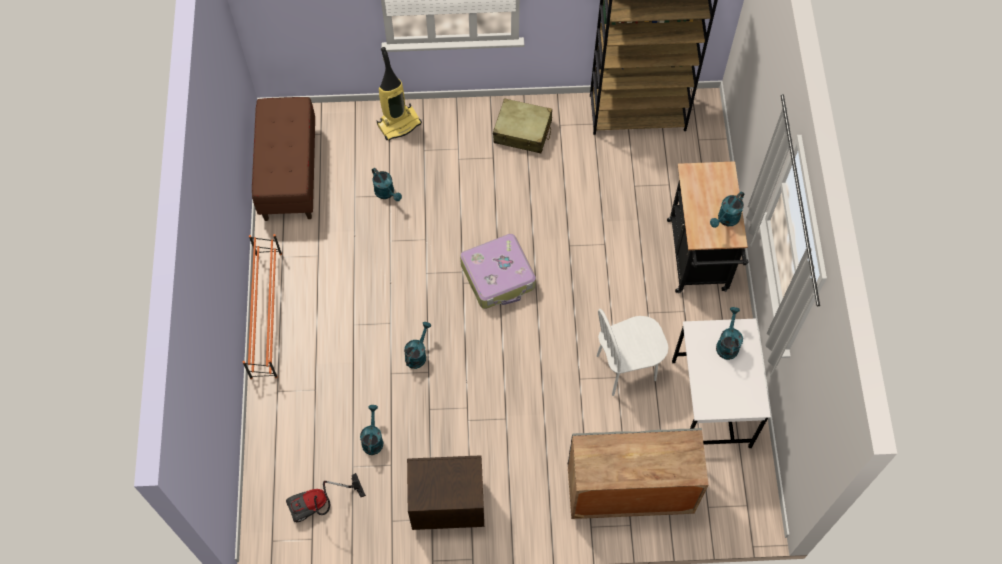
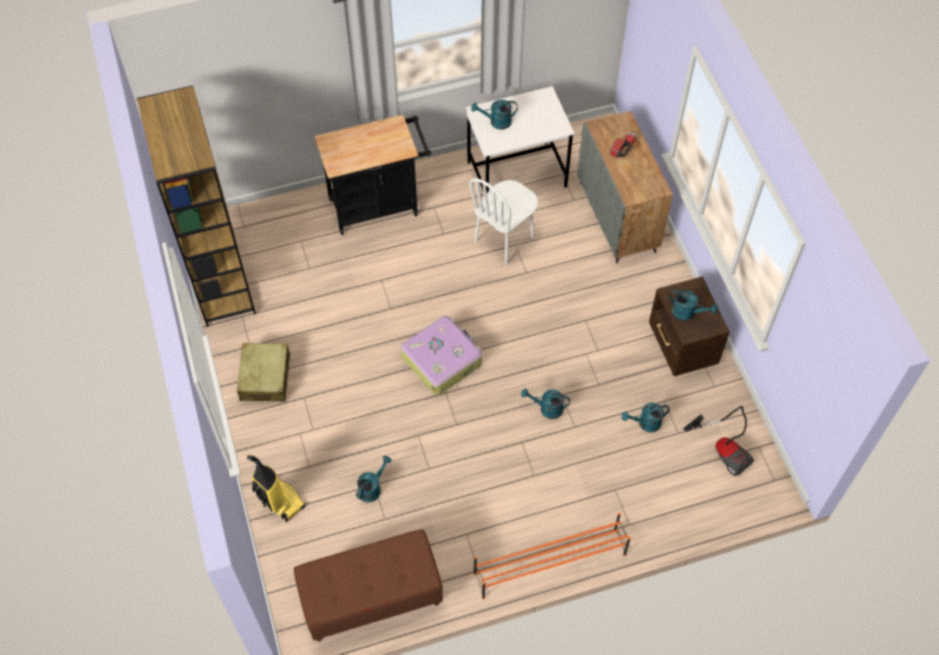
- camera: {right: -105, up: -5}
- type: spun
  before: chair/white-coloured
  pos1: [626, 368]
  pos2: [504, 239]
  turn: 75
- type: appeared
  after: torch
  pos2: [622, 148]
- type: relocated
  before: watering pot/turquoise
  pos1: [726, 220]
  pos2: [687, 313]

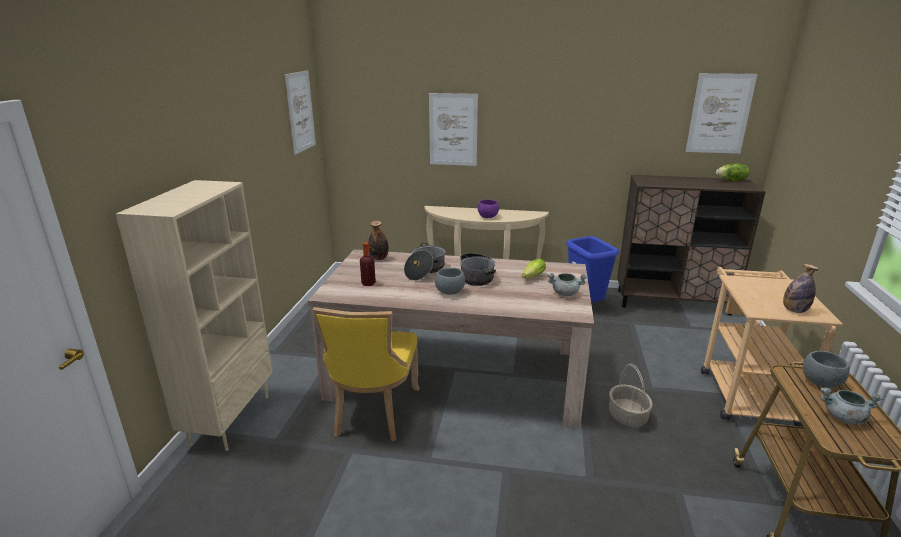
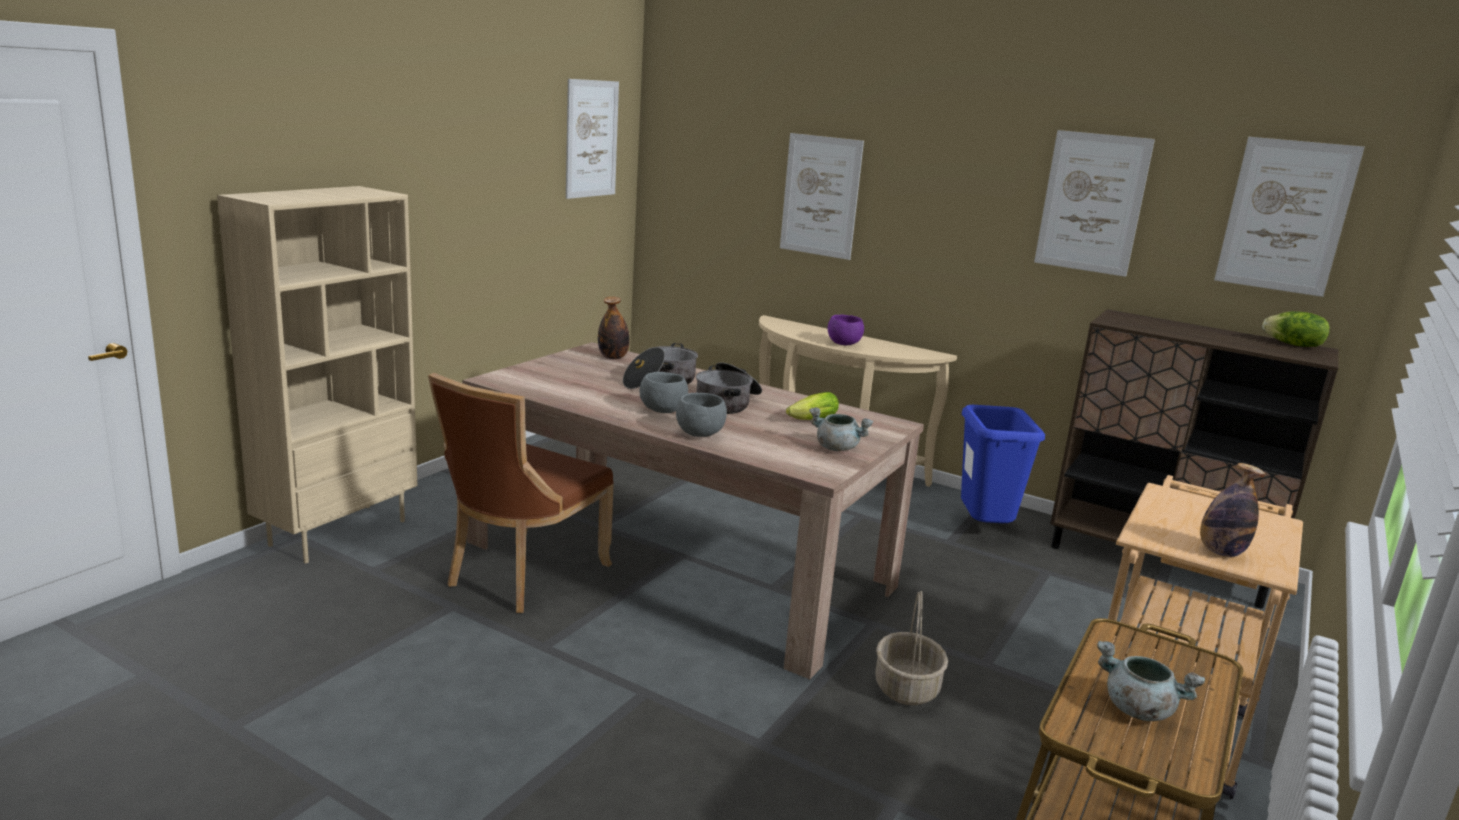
- camera: {right: 20, up: -5}
- type: colour
  before: chair/yellow
  after: chair/brown-coloured
  pos1: [374, 413]
  pos2: [522, 575]
- type: relocated
  before: serving bowl/greyish
  pos1: [821, 383]
  pos2: [699, 434]
- type: appeared
  after: wall picture
  pos2: [1092, 203]
- type: missing
  before: beverage bottle
  pos1: [368, 283]

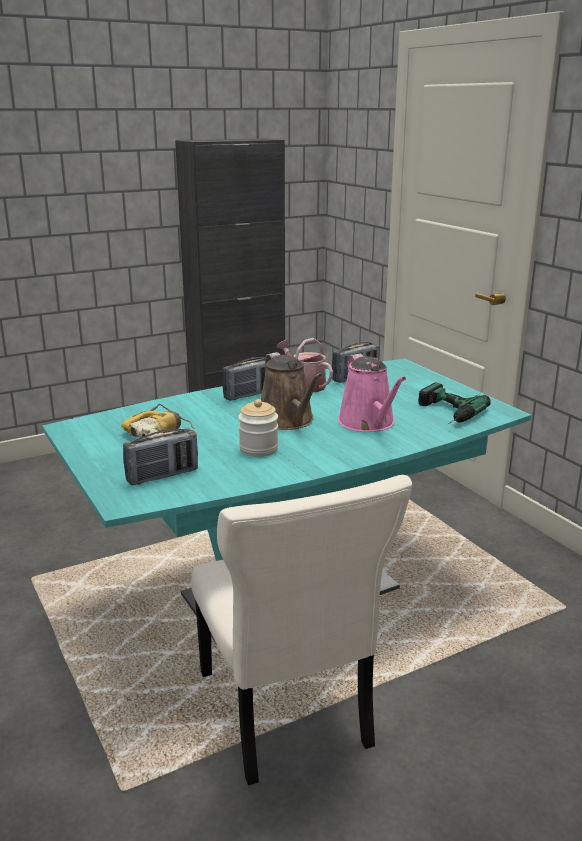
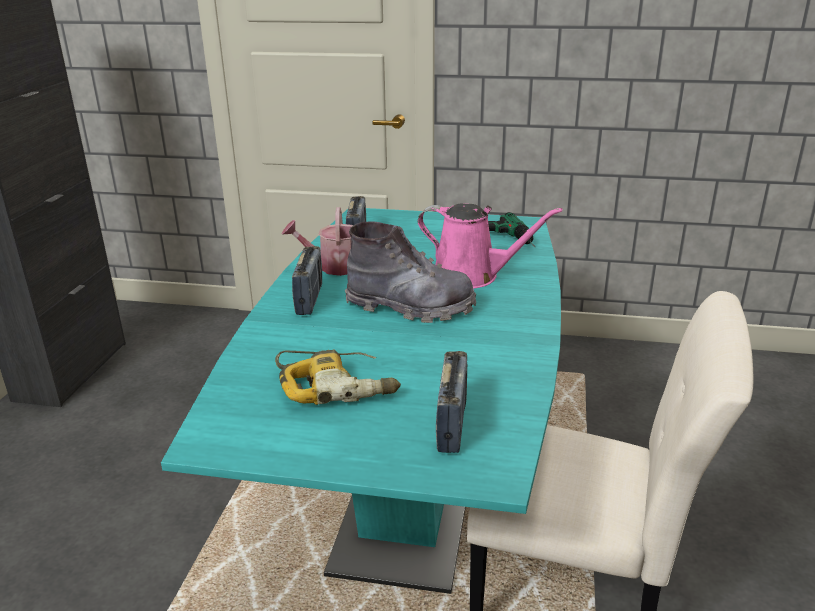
- camera: {right: -50, up: 5}
- type: exchanged
  before: watering pot/brown-coloured
  after: tall boot/greyish
  pos1: [288, 421]
  pos2: [410, 307]
- type: missing
  before: preserve jar
  pos1: [258, 449]

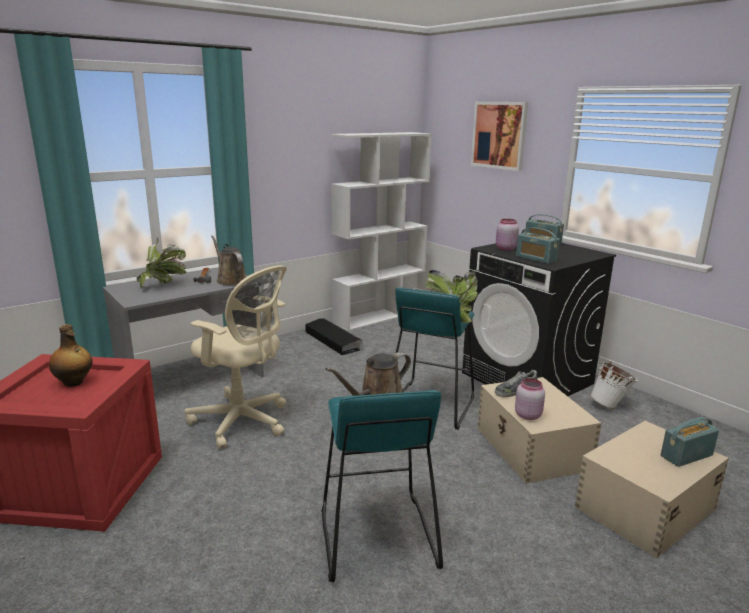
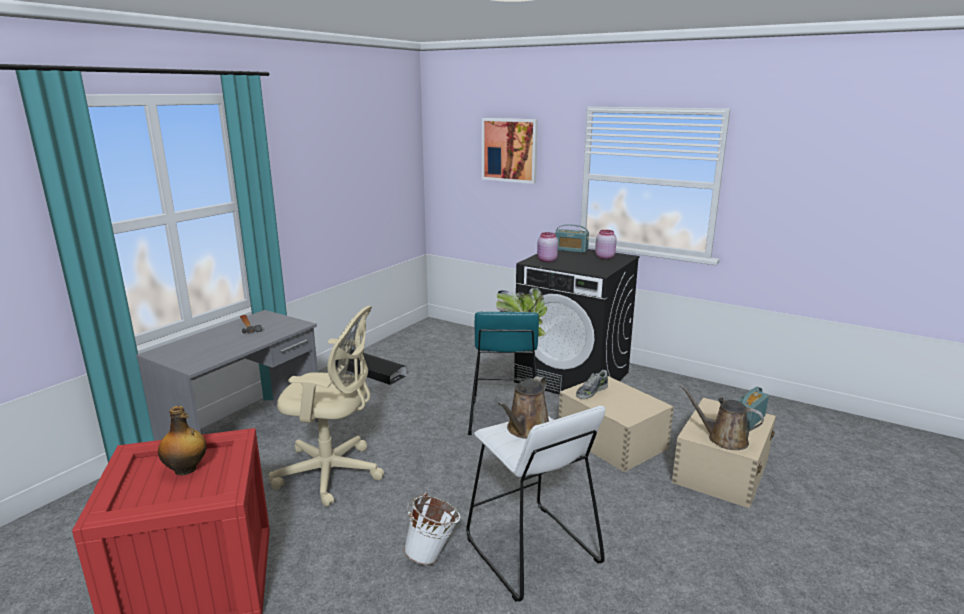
- camera: {right: -20, up: 0}
- type: relocated
  before: bucket/white-coloured
  pos1: [610, 405]
  pos2: [433, 554]
- type: colour
  before: stool/turquoise
  after: stool/white-coloured
  pos1: [376, 537]
  pos2: [531, 551]
- type: relocated
  before: preserve jar/pinkish
  pos1: [527, 415]
  pos2: [604, 257]
- type: relocated
  before: watering pot/brown-coloured
  pos1: [230, 280]
  pos2: [723, 439]
- type: missing
  before: potted plant
  pos1: [164, 285]
- type: missing
  before: bookcase/white-coloured
  pos1: [379, 316]
- type: missing
  before: radio
  pos1: [536, 258]

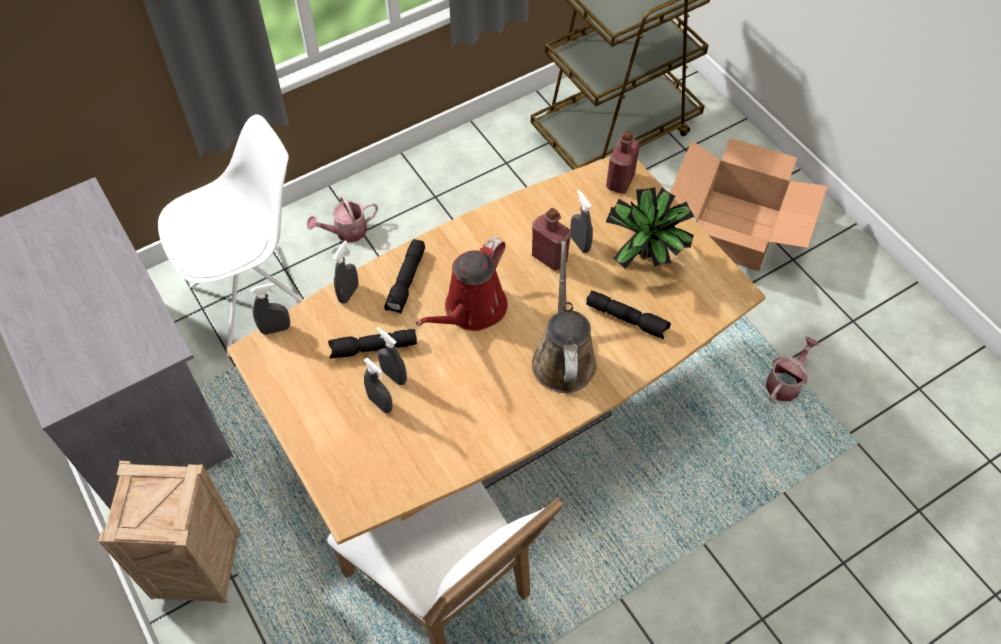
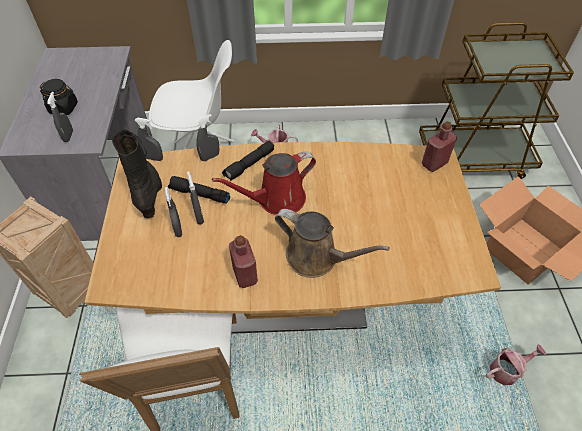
- camera: {right: 30, up: -5}
- type: appeared
  after: preserve jar/black-coloured
  pos2: [64, 108]
- type: relocated
  before: hand sprayer/greyish
  pos1: [580, 244]
  pos2: [68, 136]
- type: appeared
  after: tall boot/black-coloured
  pos2: [149, 194]
- type: relocated
  before: beverage bottle/red-coloured
  pos1: [549, 257]
  pos2: [245, 275]
- type: spun
  before: watering pot/brown-coloured
  pos1: [563, 357]
  pos2: [316, 258]
  turn: 90
- type: missing
  before: torch/black-coloured
  pos1: [627, 318]
- type: missing
  before: potted plant
  pos1: [645, 261]

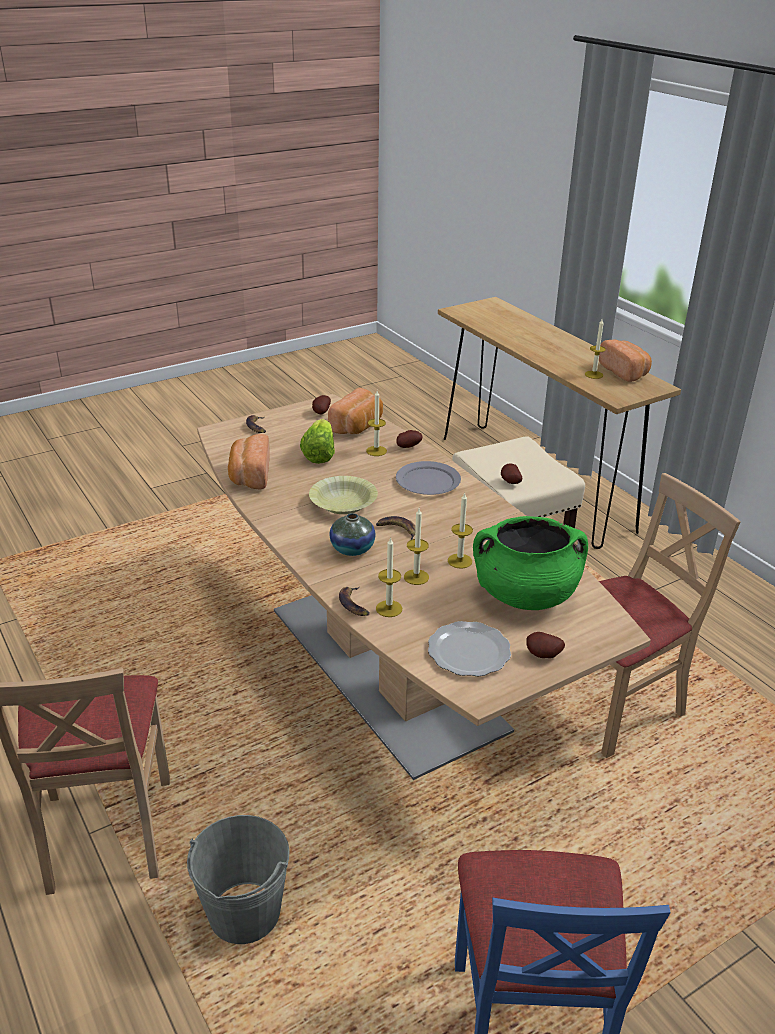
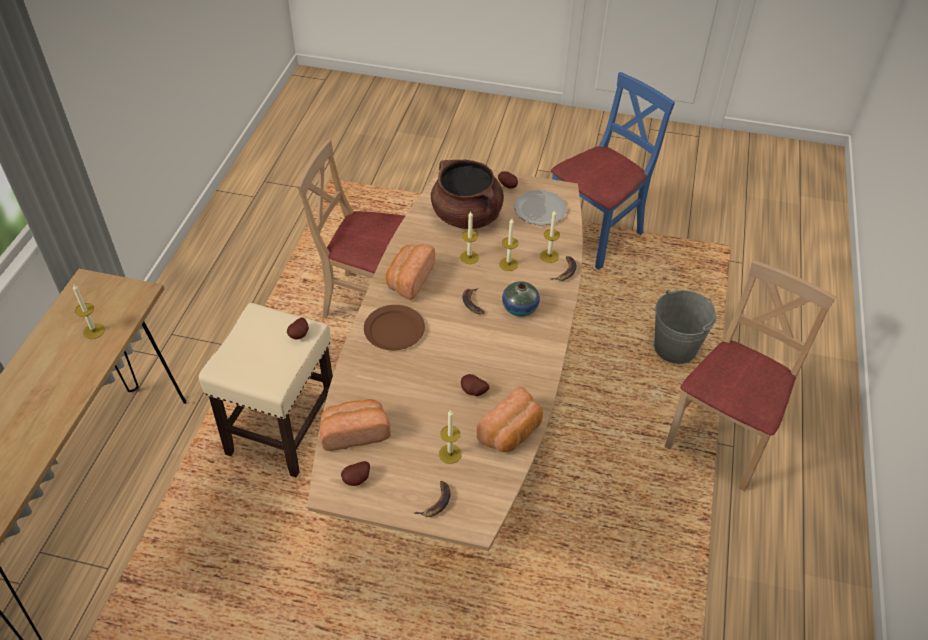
- camera: {right: -135, up: 15}
- type: colour
  before: plate/greyish
  after: plate/brown-coloured
  pos1: [427, 481]
  pos2: [394, 330]
- type: relocated
  before: baked bread
  pos1: [625, 372]
  pos2: [409, 279]
- type: colour
  before: saucepot/greenish
  after: saucepot/brown-coloured
  pos1: [525, 595]
  pos2: [467, 216]
- type: relocated
  before: wax candle
  pos1: [376, 451]
  pos2: [450, 454]
- type: relocated
  before: whole potato
  pos1: [408, 447]
  pos2: [473, 392]
- type: missing
  before: lettuce
  pos1: [319, 454]
- type: missing
  before: serving bowl/yellow
  pos1: [343, 504]

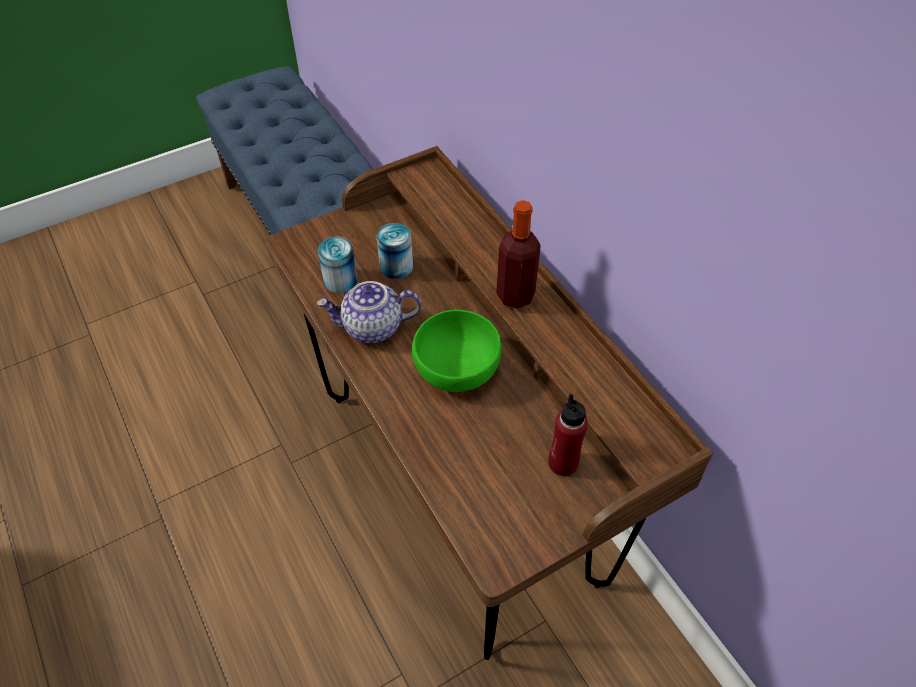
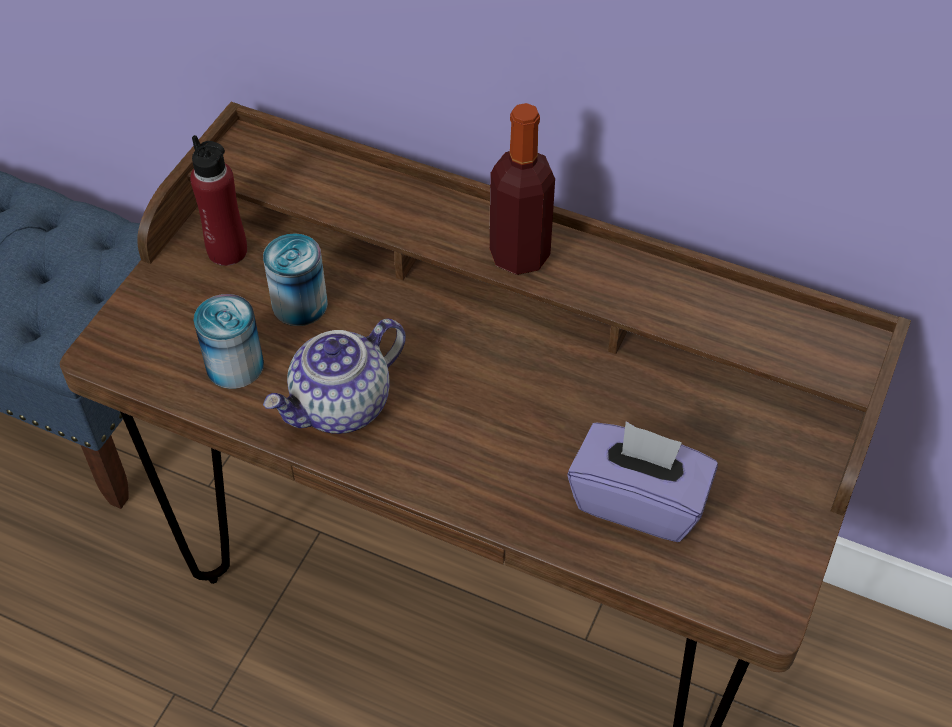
- camera: {right: -35, up: 0}
- type: relocated
  before: beverage bottle/red-coloured
  pos1: [563, 463]
  pos2: [227, 251]
- type: appeared
  after: tissue holder/purple
  pos2: [638, 501]
- type: missing
  before: serving bowl/greenish
  pos1: [457, 366]

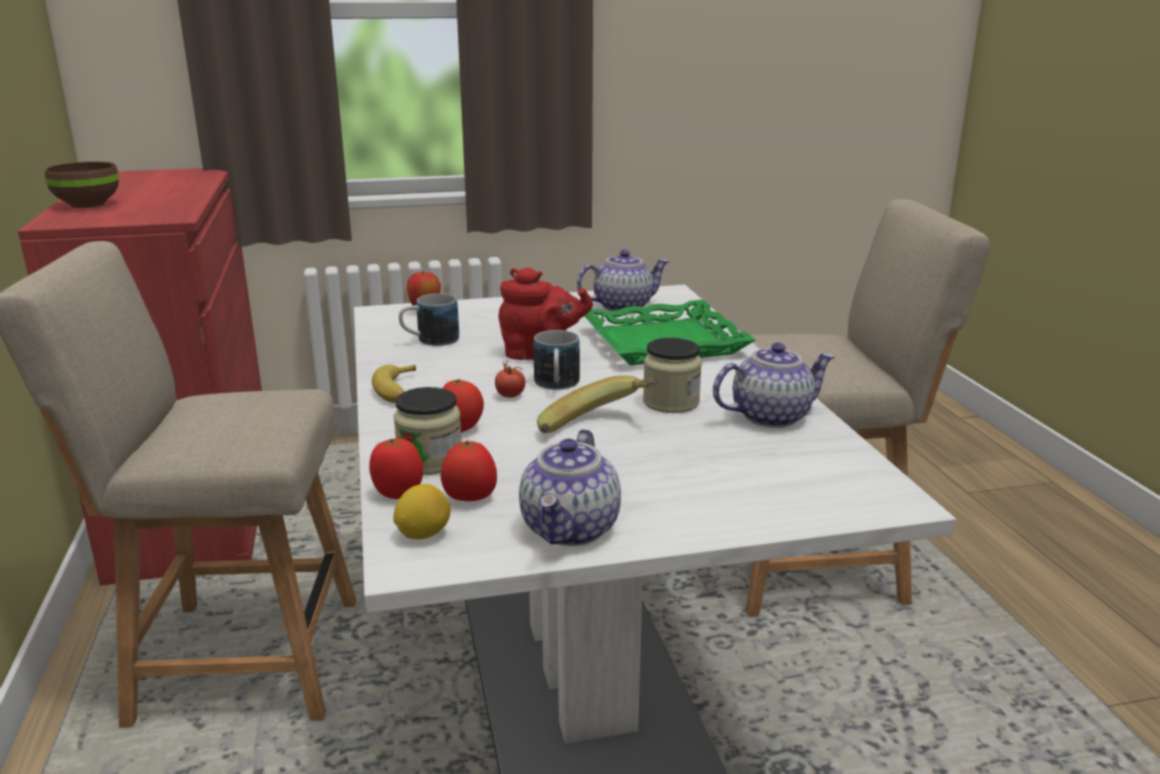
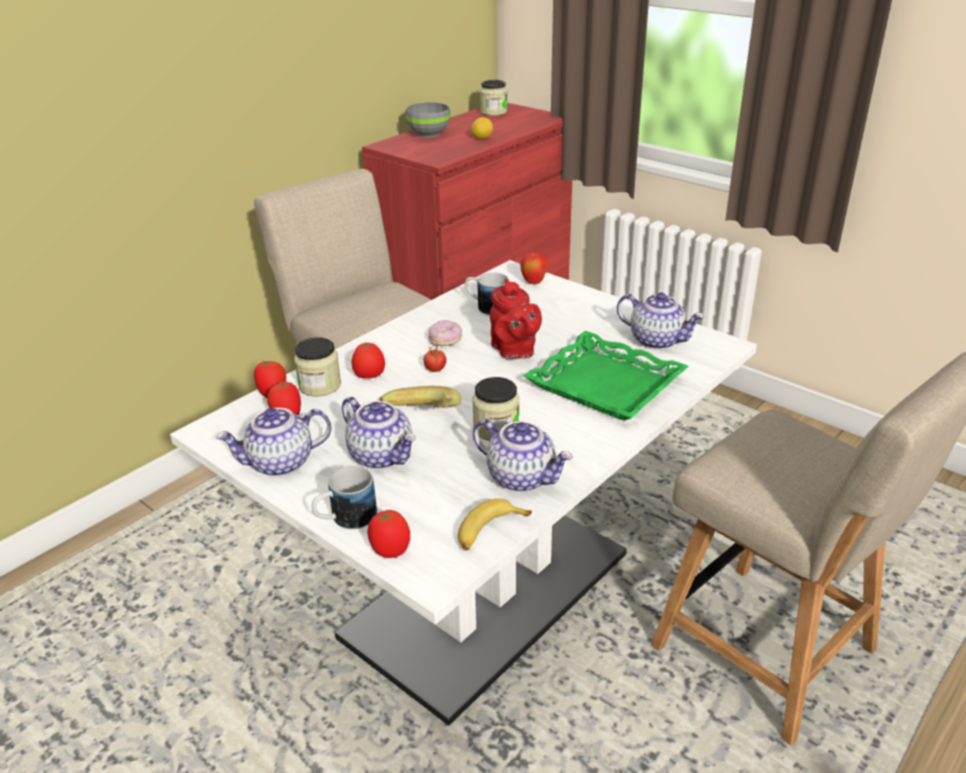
- camera: {right: 55, up: 10}
- type: relocated
  before: tea mug
  pos1: [556, 385]
  pos2: [345, 519]
- type: appeared
  after: tea pot
  pos2: [382, 456]
- type: appeared
  after: fresh tomato
  pos2: [390, 551]
- type: colour
  before: serving bowl/brown-coloured
  after: serving bowl/greyish
  pos1: [88, 205]
  pos2: [428, 134]
- type: appeared
  after: doughnut
  pos2: [445, 341]
- type: relocated
  before: banana fruit
  pos1: [398, 391]
  pos2: [489, 532]
- type: relocated
  before: whole lemon
  pos1: [423, 534]
  pos2: [482, 138]
- type: appeared
  after: preserve jar
  pos2: [493, 112]

